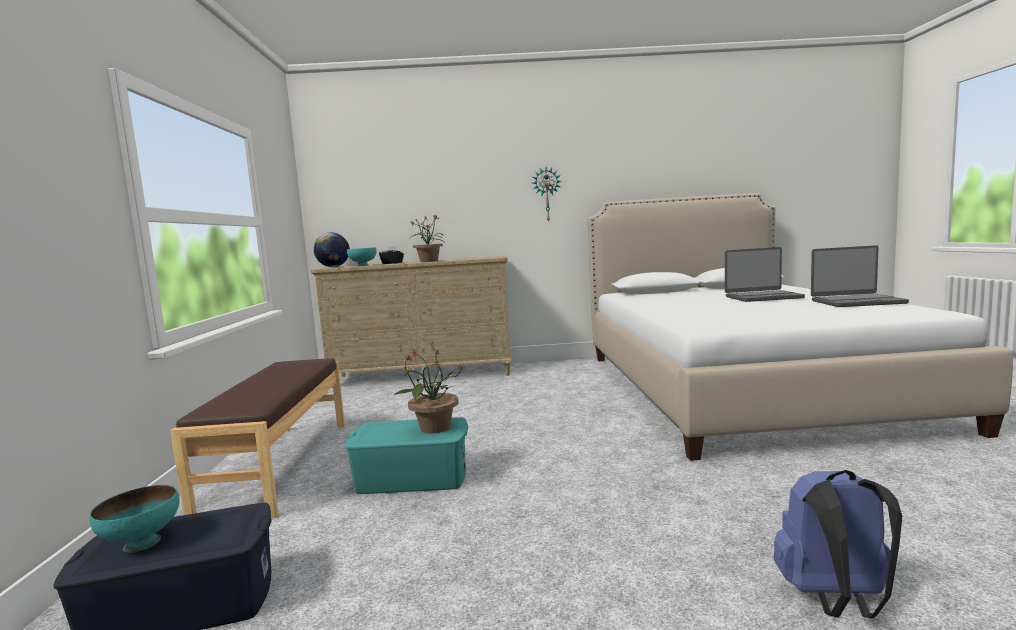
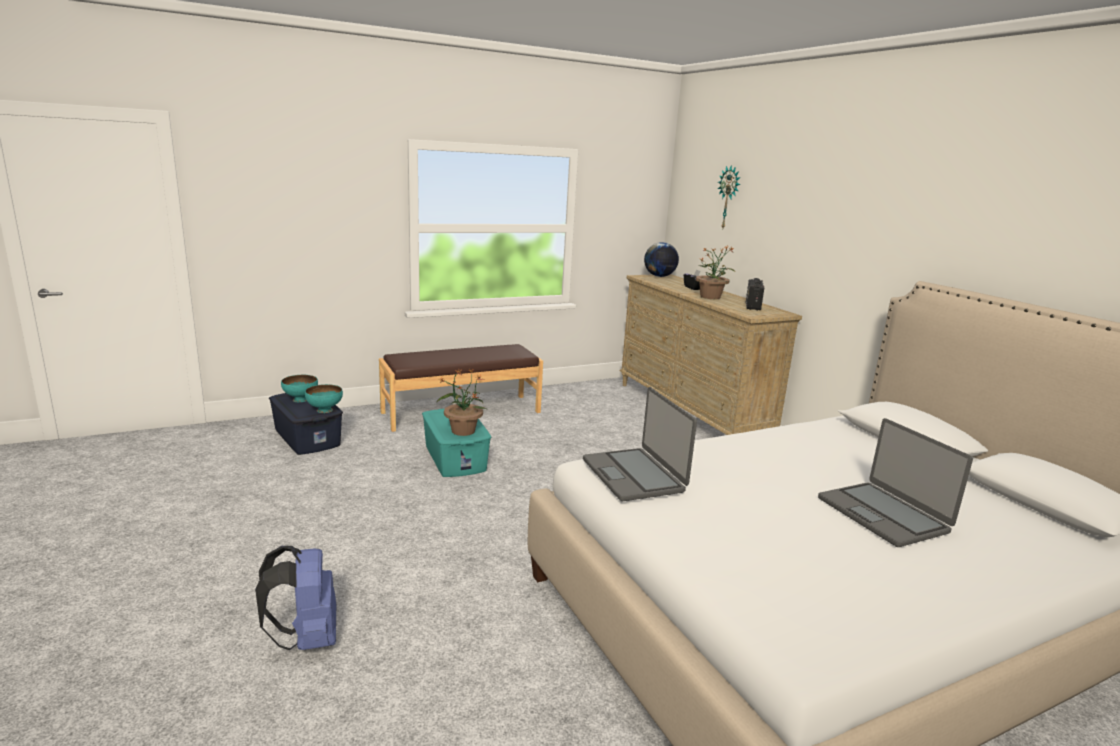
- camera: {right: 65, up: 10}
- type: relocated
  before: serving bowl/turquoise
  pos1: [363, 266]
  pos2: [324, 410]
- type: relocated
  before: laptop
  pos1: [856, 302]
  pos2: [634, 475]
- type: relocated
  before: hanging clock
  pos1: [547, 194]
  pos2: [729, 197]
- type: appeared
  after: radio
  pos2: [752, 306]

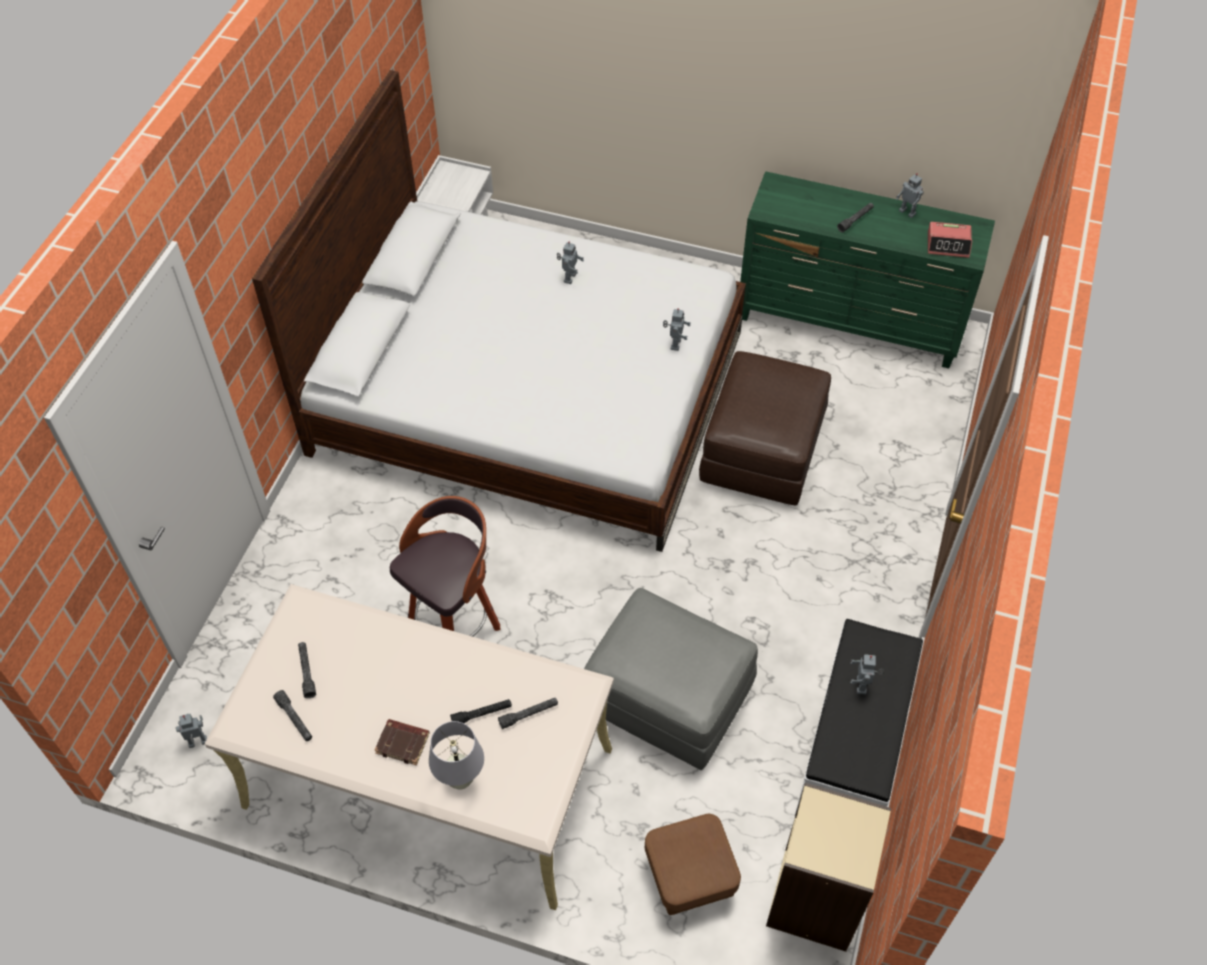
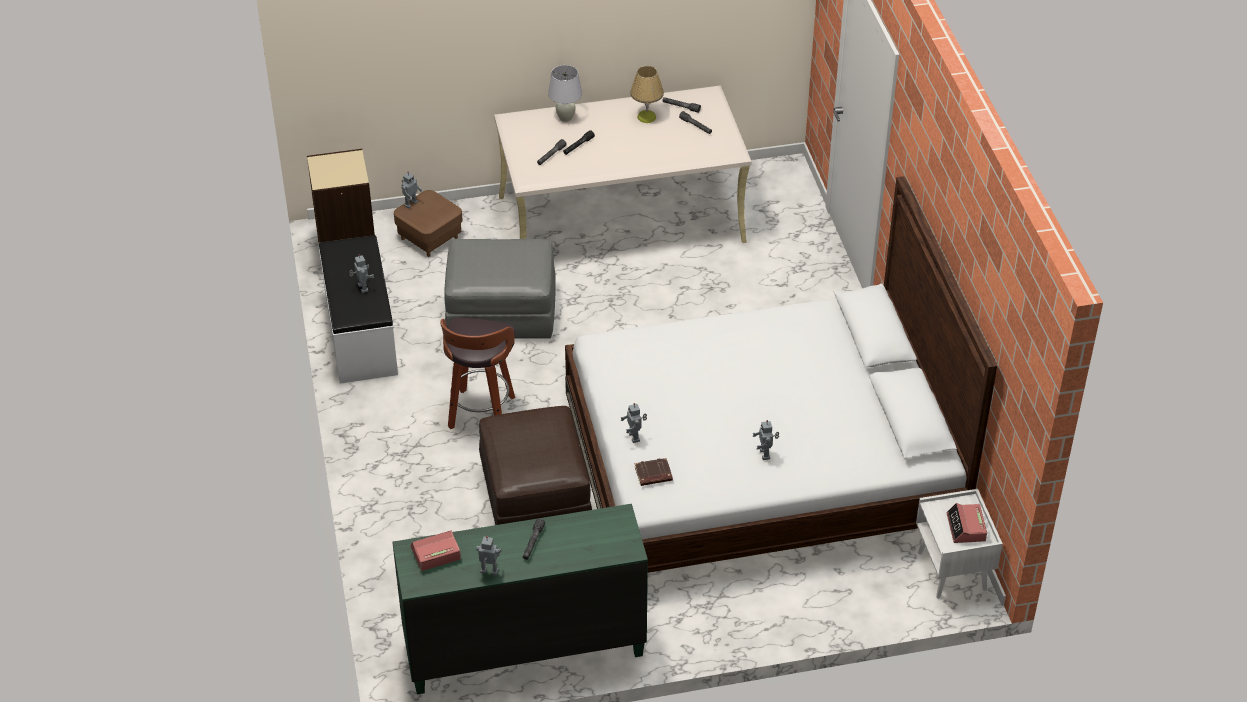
- camera: {right: 150, up: -10}
- type: relocated
  before: robot figure
  pos1: [198, 743]
  pos2: [410, 204]
- type: relocated
  before: stool
  pos1: [455, 629]
  pos2: [481, 414]
- type: appeared
  after: tabletop lamp
  pos2: [646, 117]
- type: relocated
  before: book/brown-coloured
  pos1: [403, 743]
  pos2: [653, 475]
- type: appeared
  after: table clock
  pos2: [966, 528]

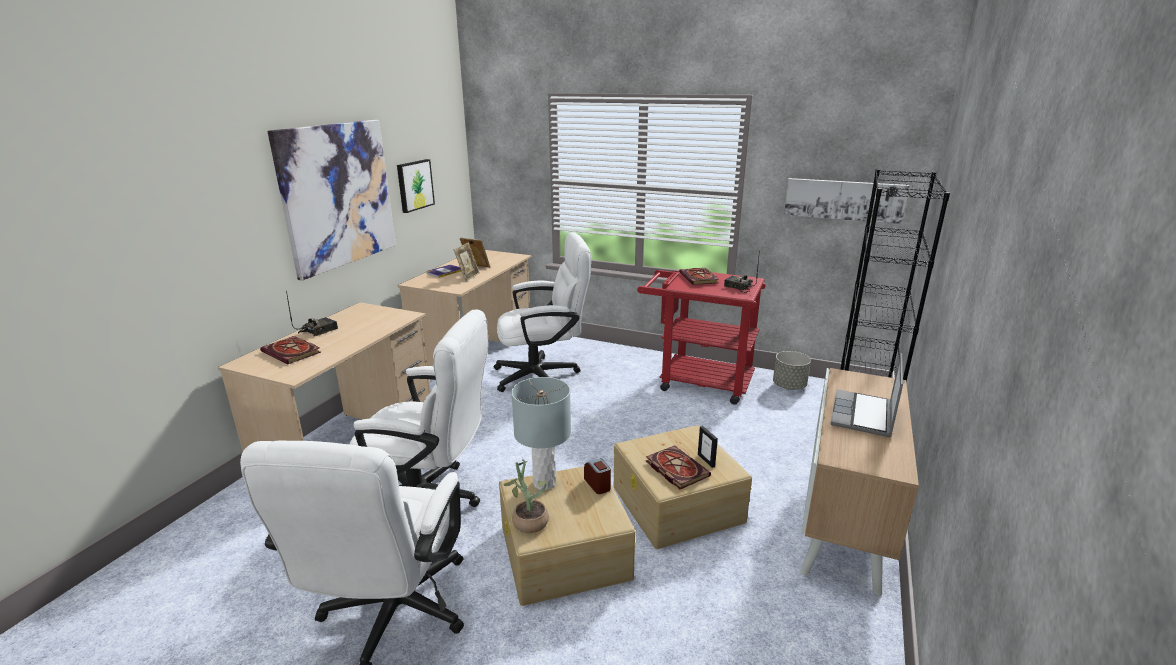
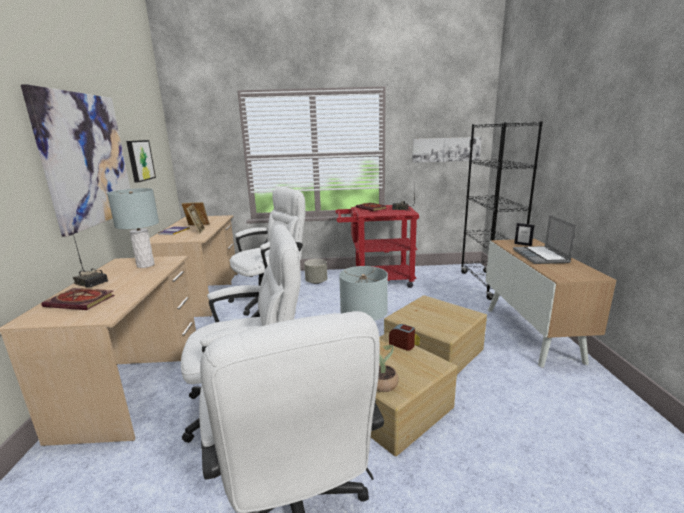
- camera: {right: -25, up: -5}
- type: spun
  before: radio
  pos1: [318, 330]
  pos2: [93, 282]
  turn: 105
- type: appeared
  after: tabletop lamp/greyish
  pos2: [146, 265]
- type: relocated
  before: flower pot/greyish
  pos1: [789, 386]
  pos2: [316, 282]
- type: relocated
  before: photo frame
  pos1: [706, 460]
  pos2: [522, 244]
- type: missing
  before: book
  pos1: [675, 468]

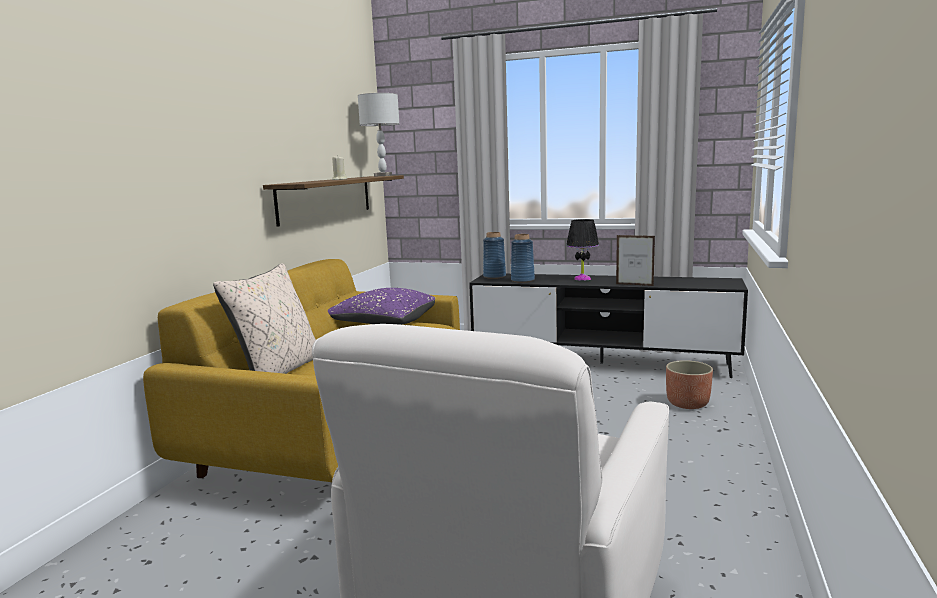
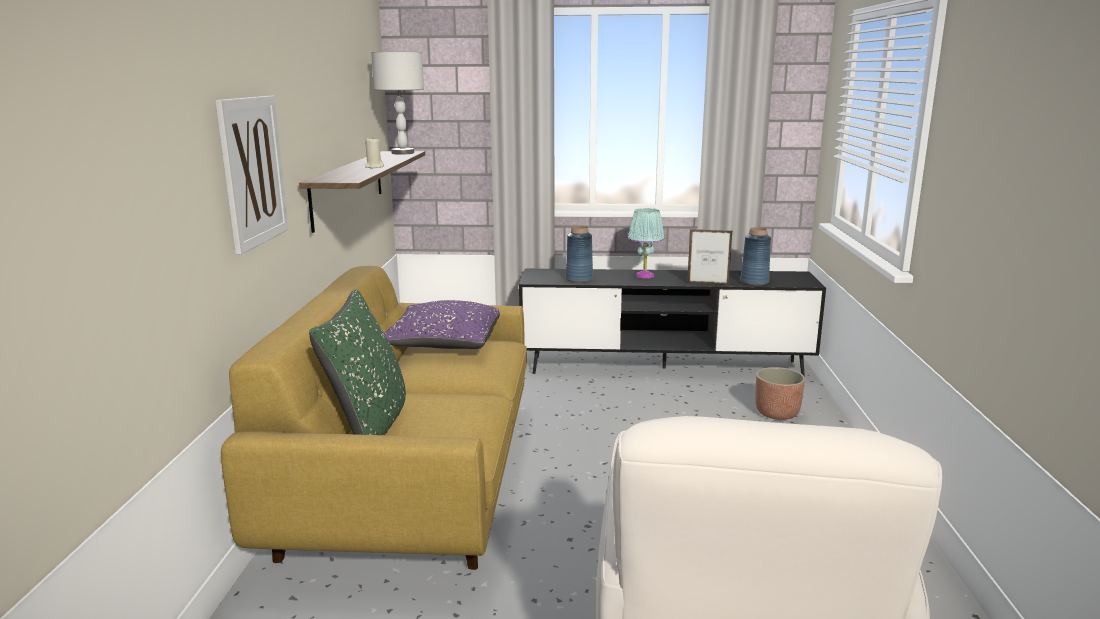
- camera: {right: -15, up: 5}
- type: appeared
  after: wall picture
  pos2: [253, 171]
- type: colour
  before: pillow/sand-coloured
  after: pillow/greenish
  pos1: [279, 371]
  pos2: [369, 424]
- type: colour
  before: tabletop lamp/black-coloured
  after: tabletop lamp/turquoise
  pos1: [582, 279]
  pos2: [644, 275]
- type: relocated
  before: vase/blue-coloured
  pos1: [494, 276]
  pos2: [754, 282]

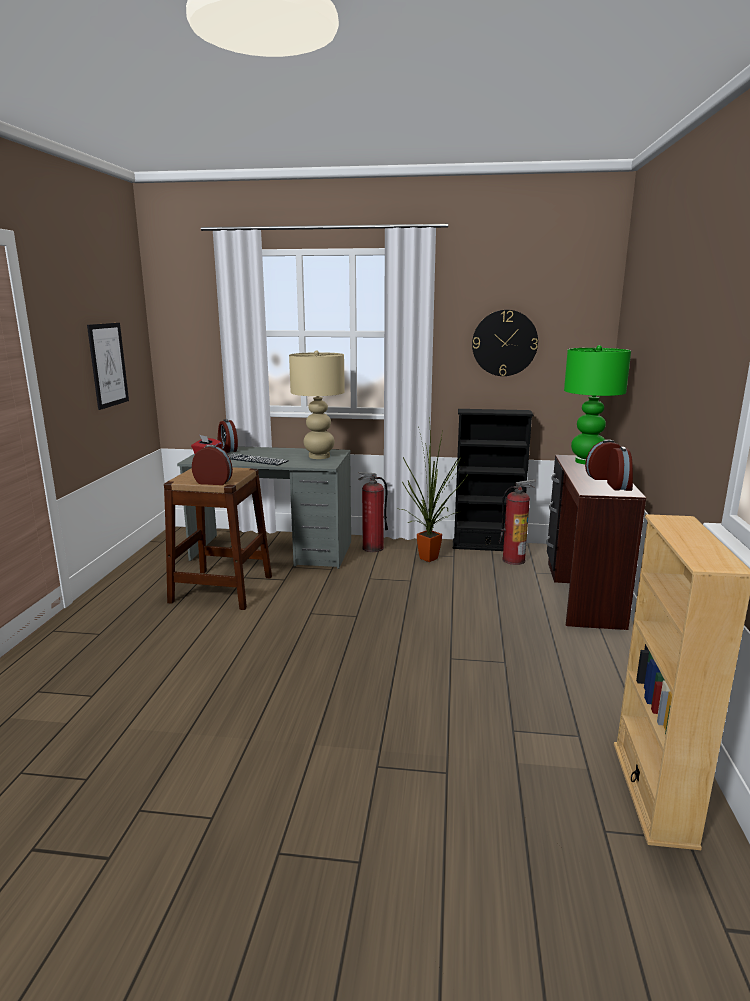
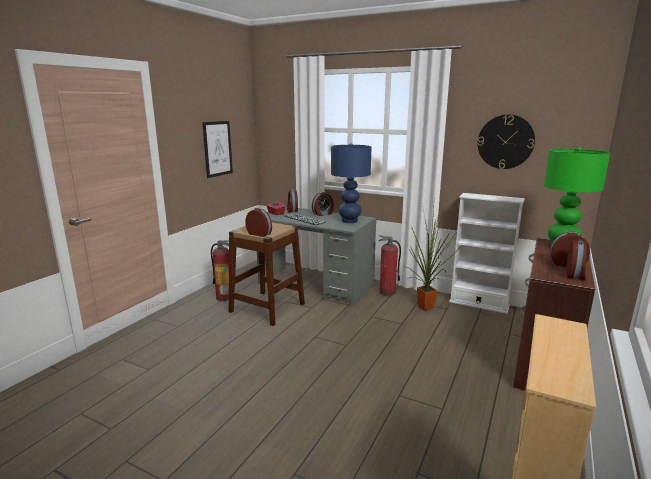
- camera: {right: 20, up: 0}
- type: relocated
  before: fire extinguisher
  pos1: [513, 560]
  pos2: [224, 297]
- type: appeared
  after: table clock
  pos2: [323, 214]
- type: colour
  before: tabletop lamp/sand-coloured
  after: tabletop lamp/blue-coloured
  pos1: [319, 456]
  pos2: [350, 221]
- type: colour
  before: bookcase/black-coloured
  after: bookcase/white-coloured
  pos1: [487, 546]
  pos2: [479, 304]

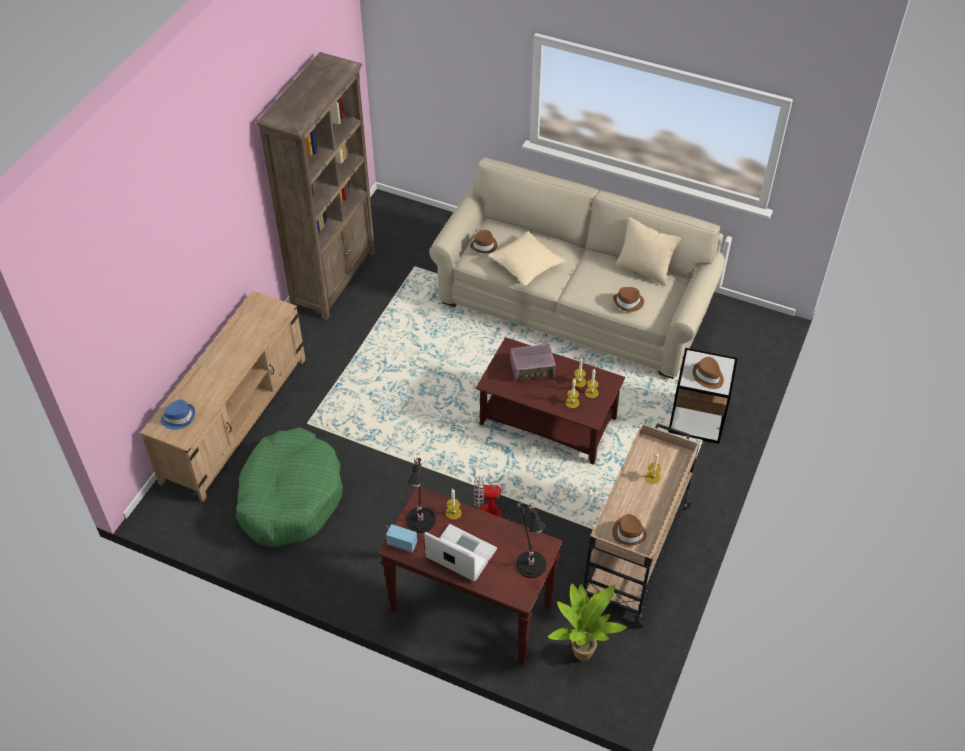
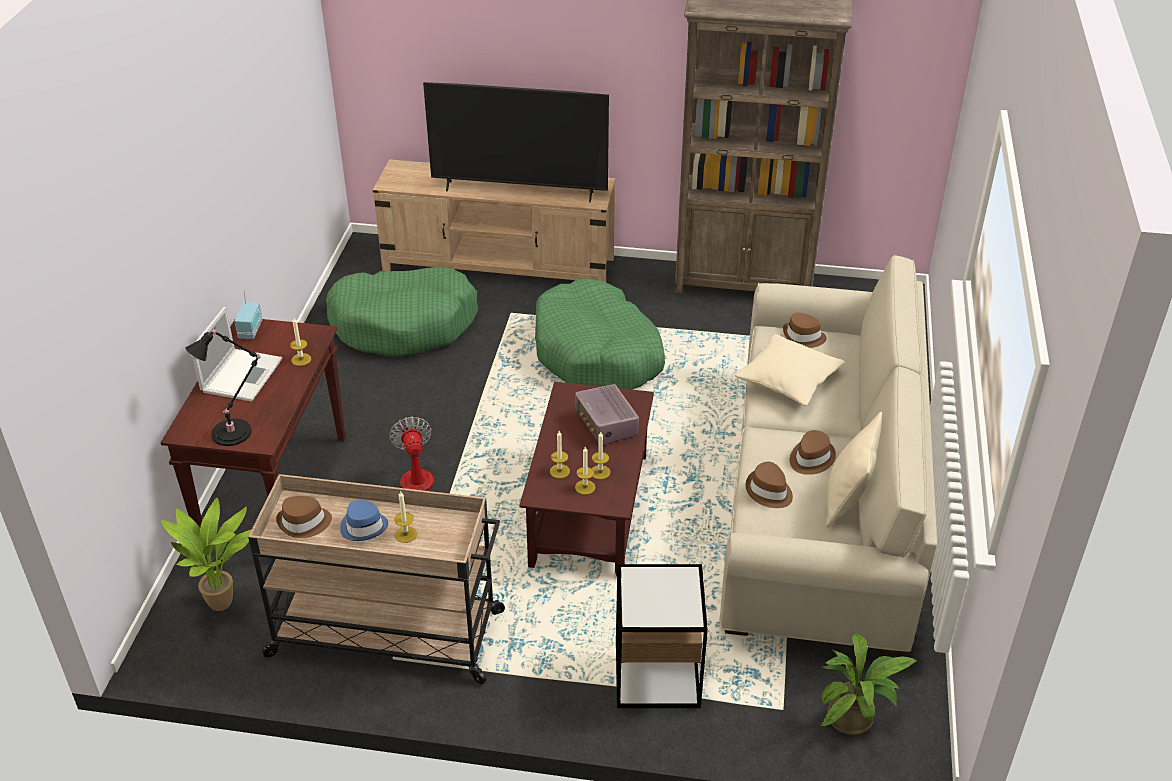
- camera: {right: 75, up: -10}
- type: relocated
  before: hat/blue-coloured
  pos1: [178, 417]
  pos2: [364, 526]
- type: appeared
  after: television
  pos2: [519, 191]
- type: appeared
  after: dog bed/greenish
  pos2: [597, 354]
- type: relocated
  before: hat/brown-coloured
  pos1: [708, 376]
  pos2: [810, 458]
- type: appeared
  after: potted plant
  pos2: [856, 718]
- type: missing
  before: tabletop lamp/black-coloured
  pos1: [421, 518]

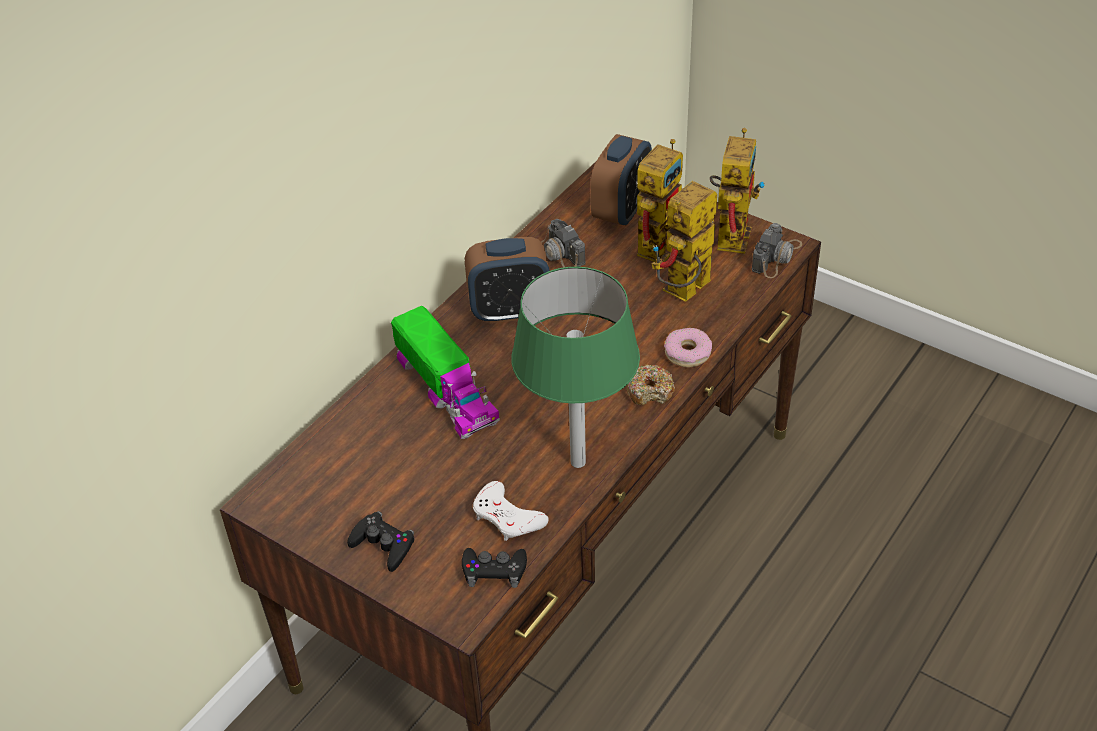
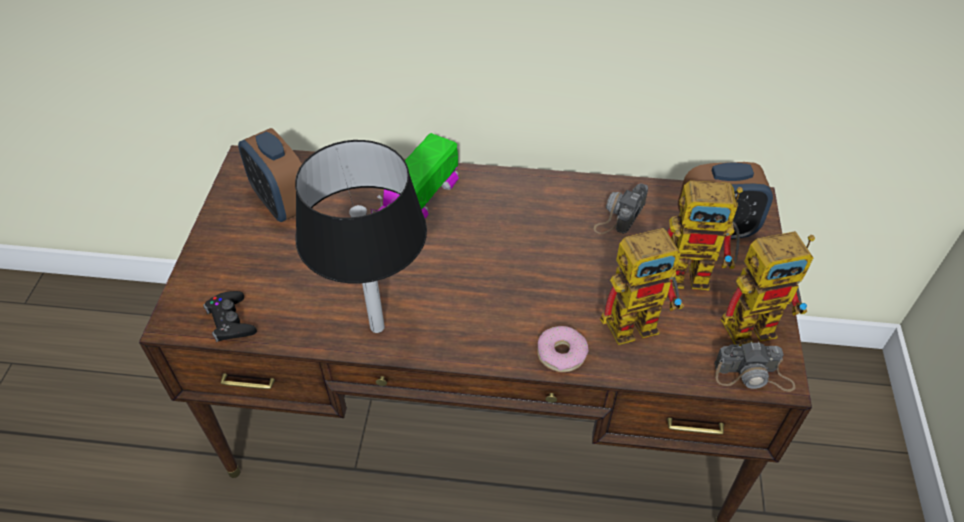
- camera: {right: 60, up: 5}
- type: relocated
  before: table clock
  pos1: [510, 311]
  pos2: [282, 203]
- type: colour
  before: tabletop lamp/greenish
  after: tabletop lamp/black-coloured
  pos1: [578, 461]
  pos2: [377, 326]
- type: spun
  before: robot figure
  pos1: [684, 293]
  pos2: [640, 320]
  turn: 150
- type: missing
  before: joypad/black-coloured
  pos1: [383, 545]
- type: missing
  before: joypad/white-coloured
  pos1: [507, 517]
- type: missing
  before: doughnut
  pos1: [650, 391]

